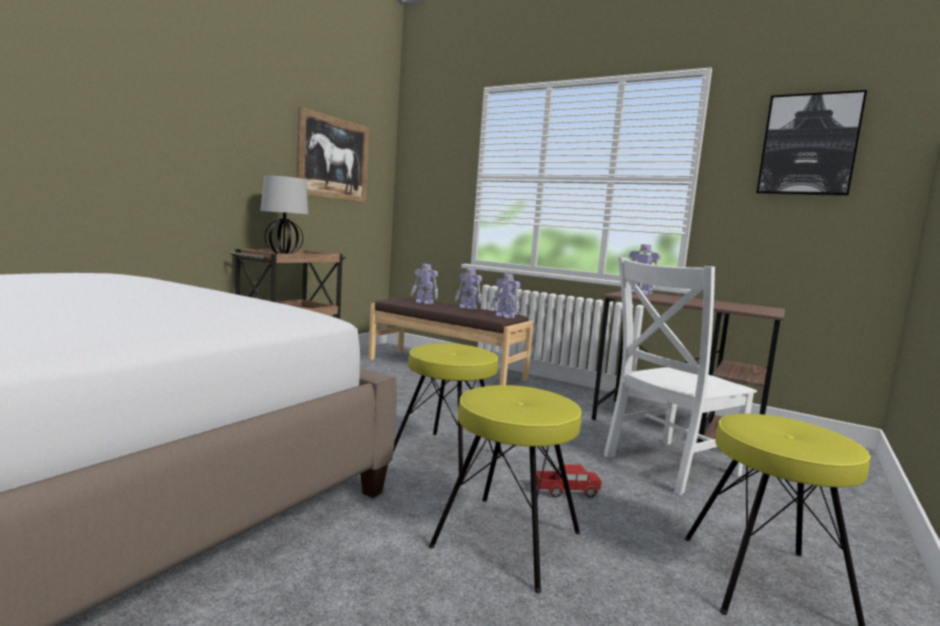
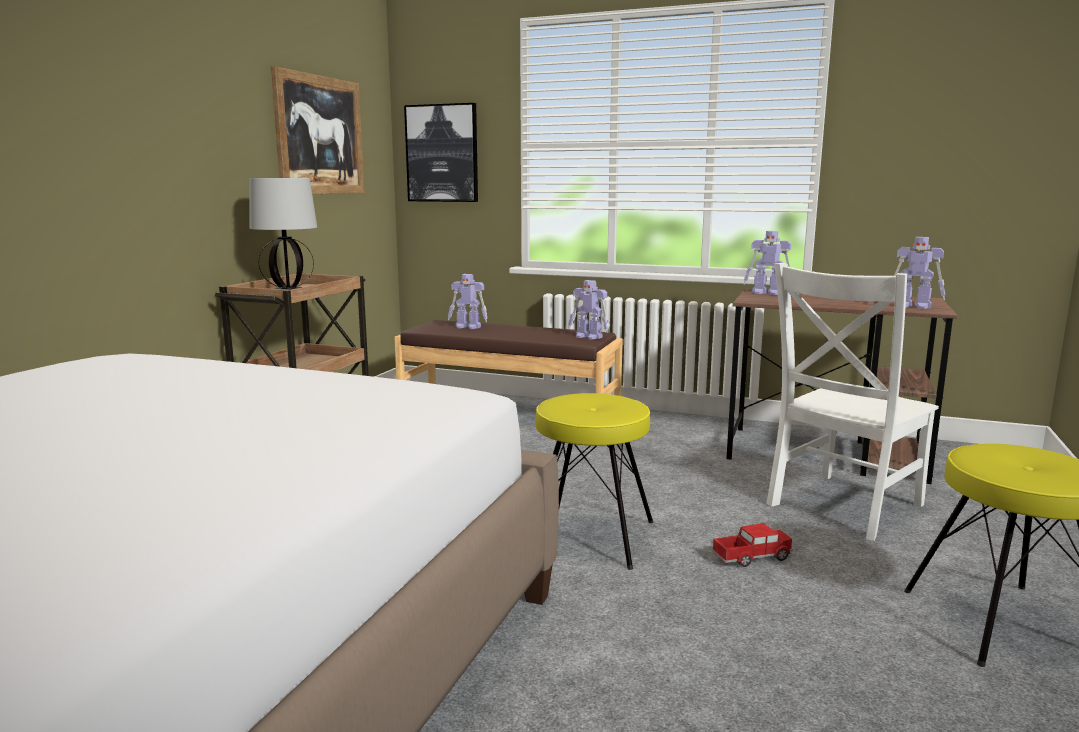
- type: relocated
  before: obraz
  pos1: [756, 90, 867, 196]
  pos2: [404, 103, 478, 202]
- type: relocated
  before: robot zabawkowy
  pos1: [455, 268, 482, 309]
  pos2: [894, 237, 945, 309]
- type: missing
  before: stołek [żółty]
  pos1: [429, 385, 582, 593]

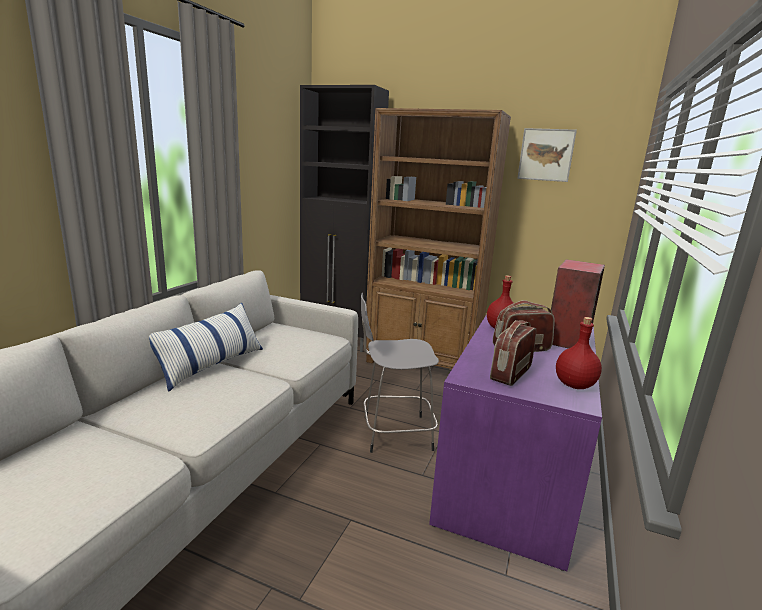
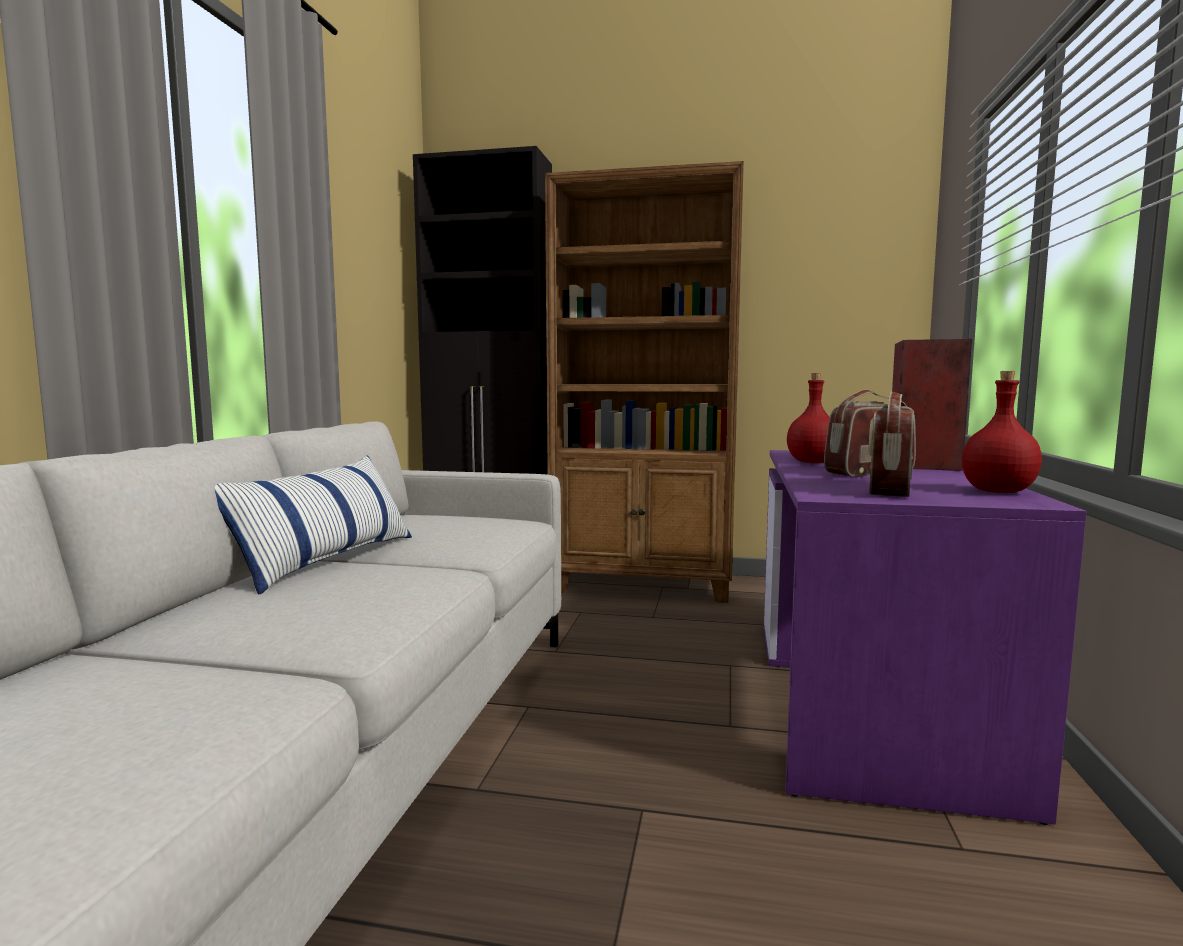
- type: missing
  before: stołek [szary]
  pos1: [361, 293, 439, 453]
- type: missing
  before: obraz
  pos1: [517, 128, 577, 182]

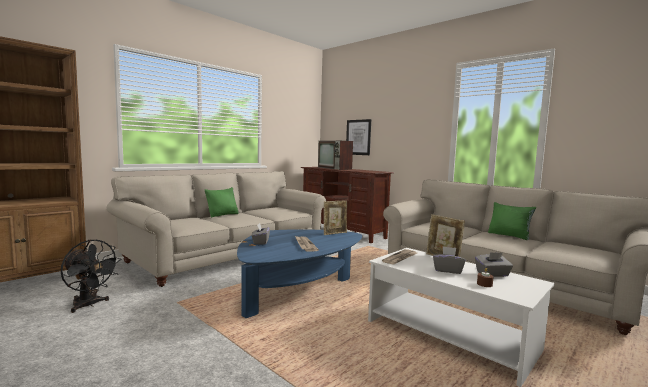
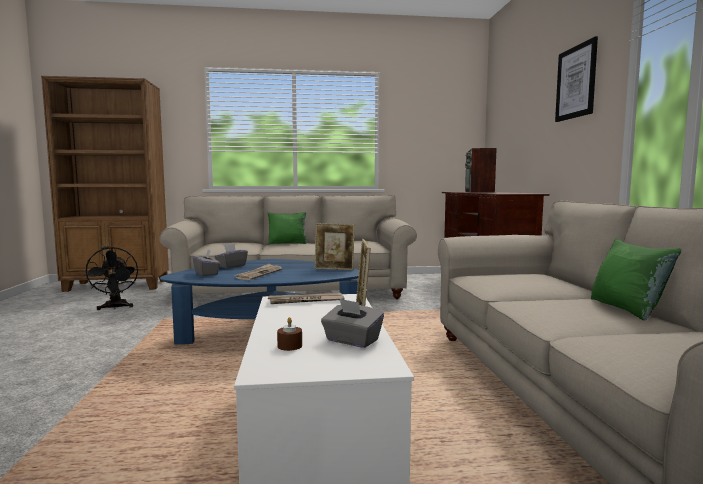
- type: relocated
  before: pudełko chusteczek [szary]
  pos1: [433, 247, 466, 274]
  pos2: [193, 250, 220, 276]
- type: relocated
  before: obraz
  pos1: [346, 119, 371, 155]
  pos2: [555, 36, 598, 122]

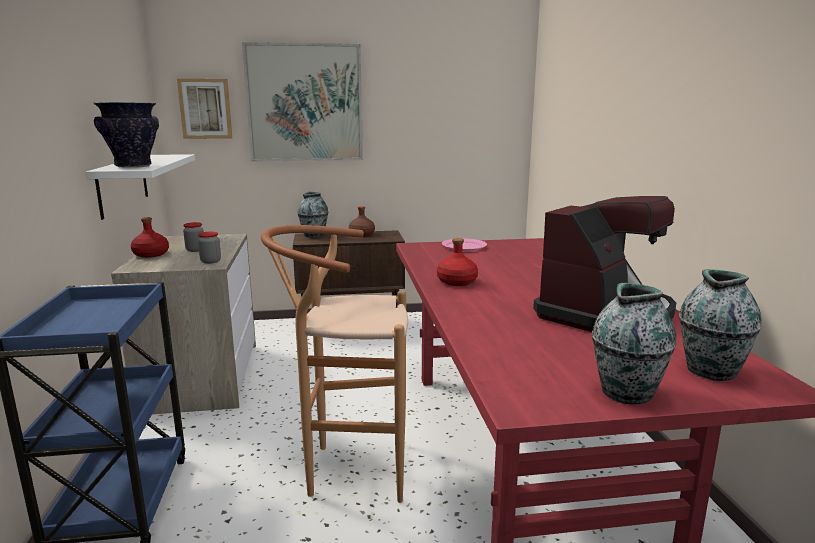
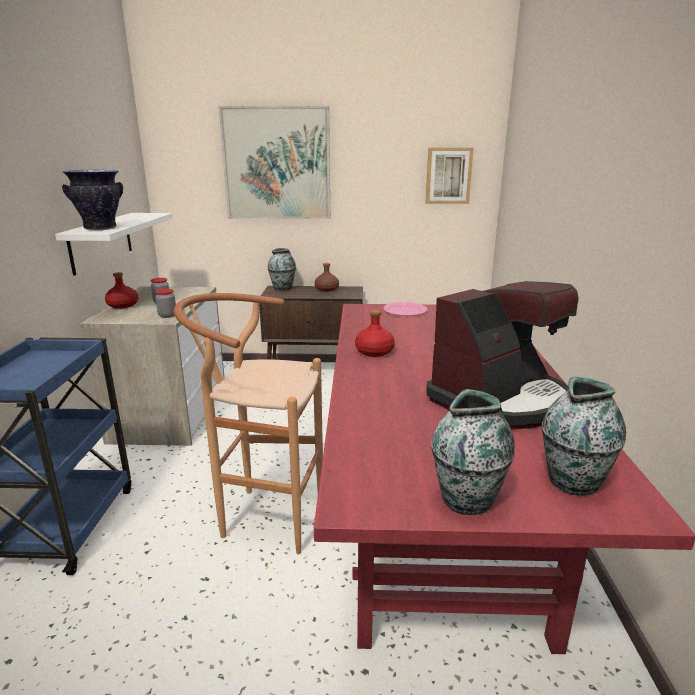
- type: relocated
  before: obraz
  pos1: [177, 78, 232, 139]
  pos2: [426, 148, 474, 204]

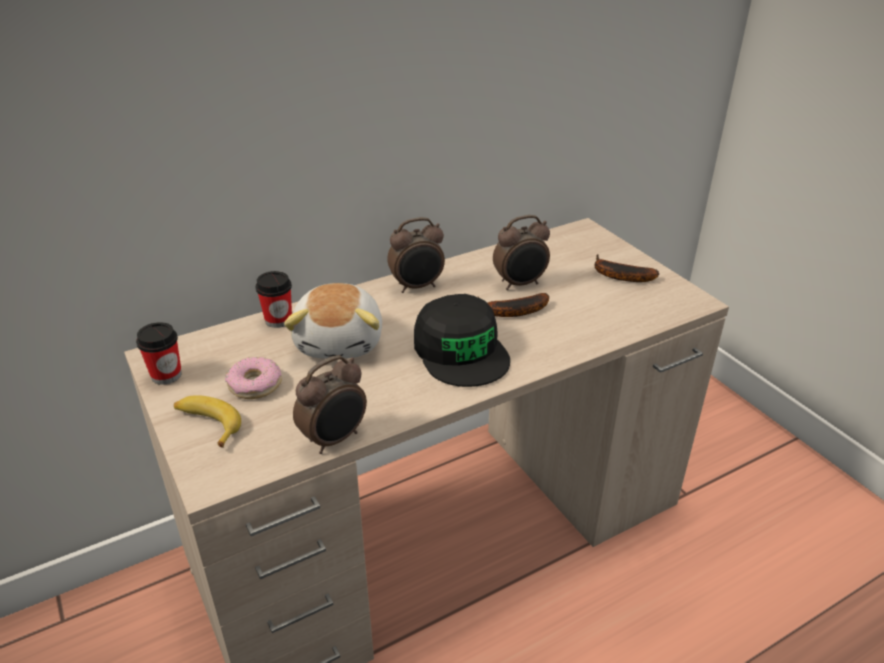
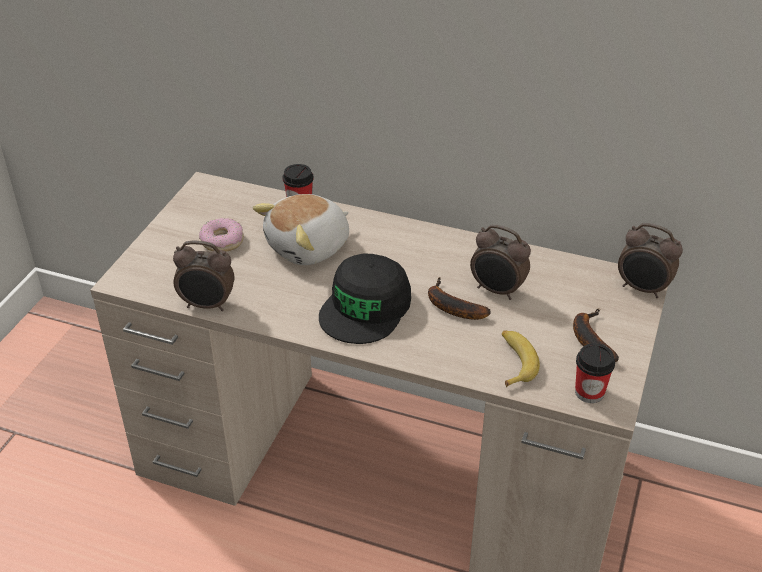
- type: relocated
  before: banan
  pos1: [174, 395, 241, 448]
  pos2: [502, 330, 540, 387]
- type: relocated
  before: filiżanka
  pos1: [136, 322, 182, 385]
  pos2: [575, 343, 615, 403]
- type: relocated
  before: budzik
  pos1: [387, 217, 445, 293]
  pos2: [618, 223, 683, 298]

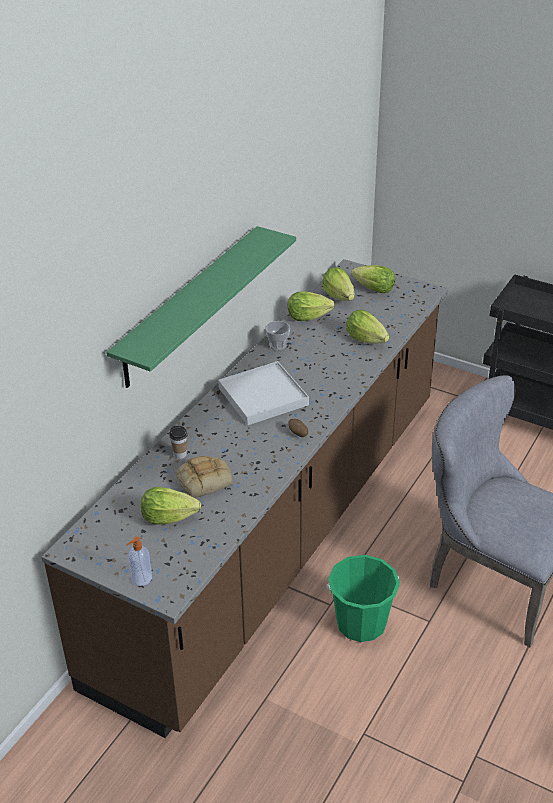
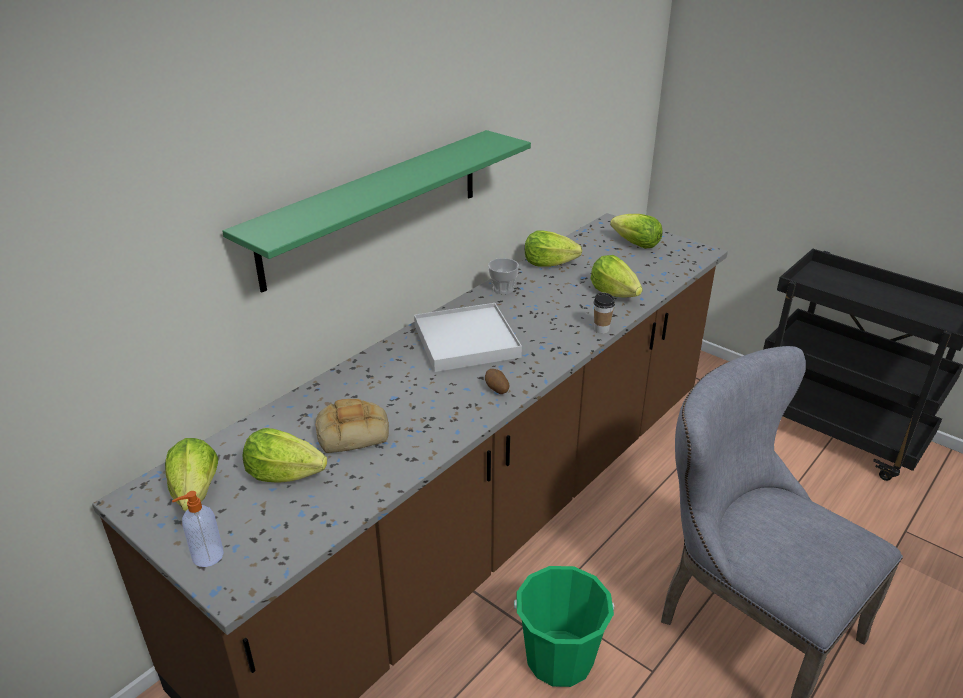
- type: relocated
  before: sałata
  pos1: [322, 267, 355, 301]
  pos2: [165, 438, 218, 511]
- type: relocated
  before: filiżanka
  pos1: [169, 425, 187, 459]
  pos2: [593, 293, 615, 334]

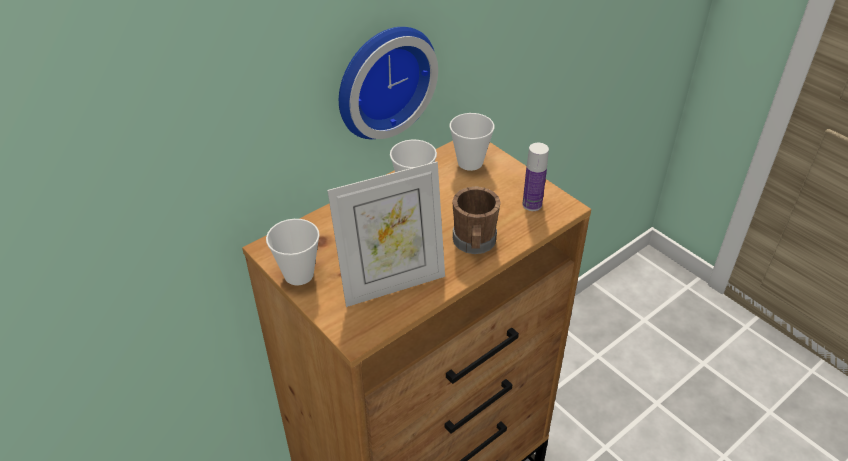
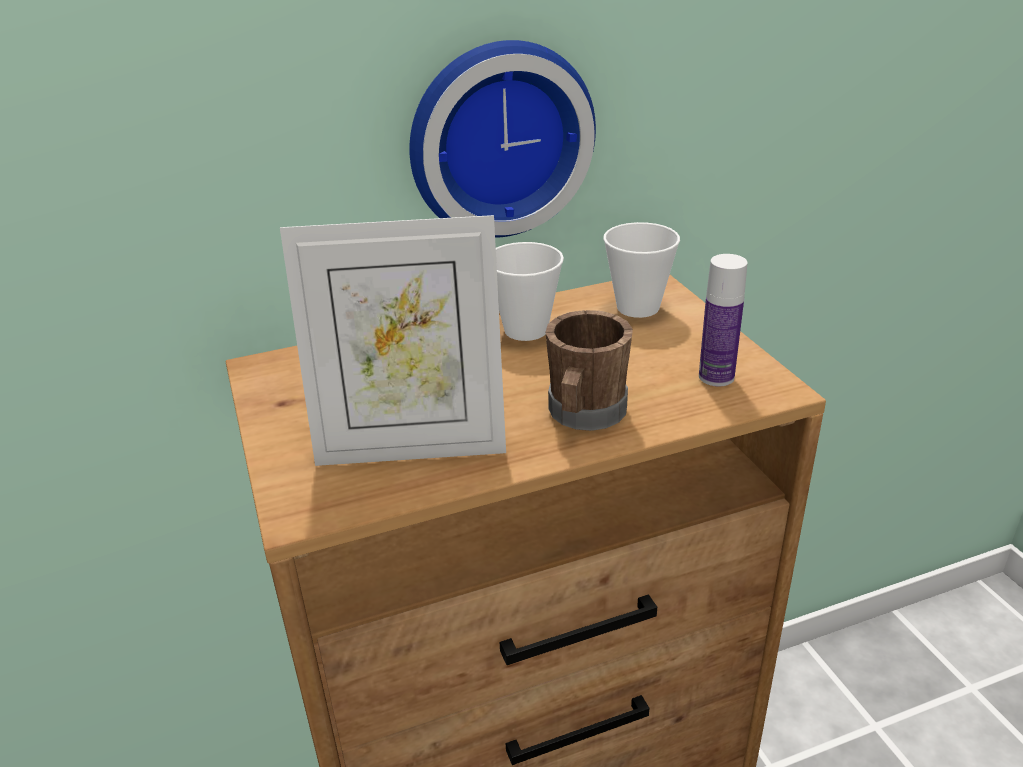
- type: missing
  before: filiżanka
  pos1: [266, 219, 320, 285]

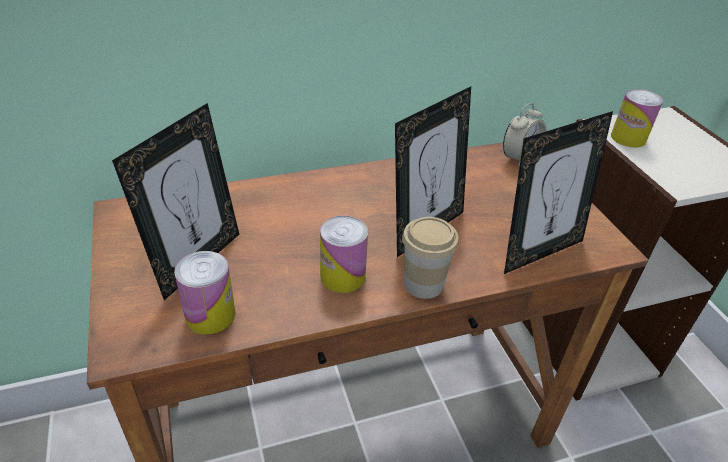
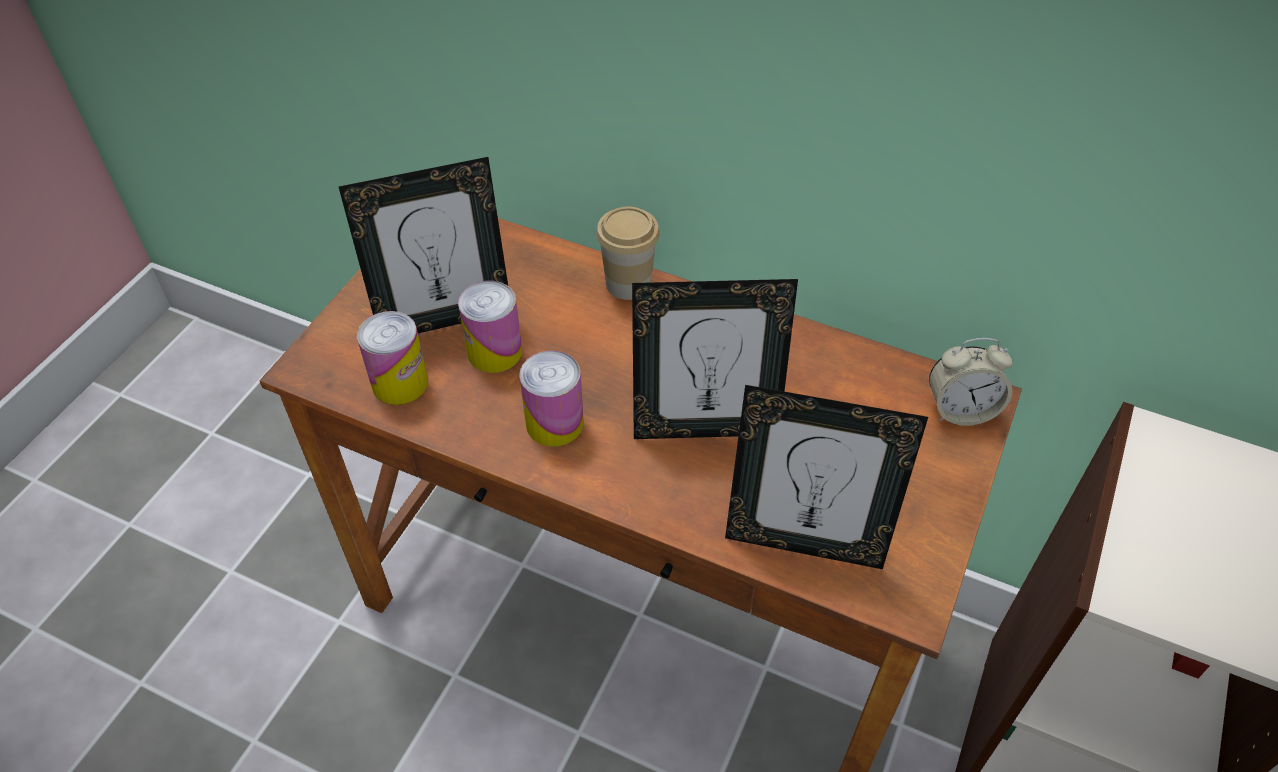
- type: relocated
  before: puszka
  pos1: [611, 89, 663, 148]
  pos2: [458, 281, 522, 373]
- type: relocated
  before: filiżanka
  pos1: [402, 217, 459, 299]
  pos2: [596, 207, 660, 300]

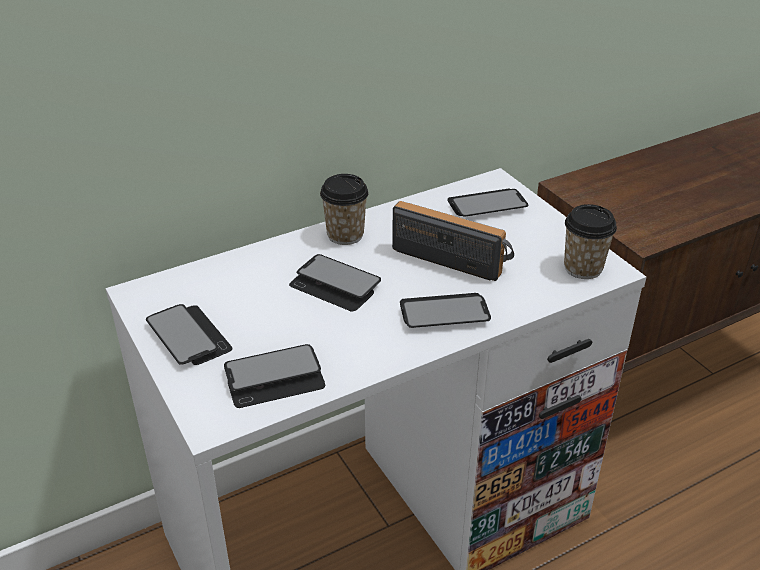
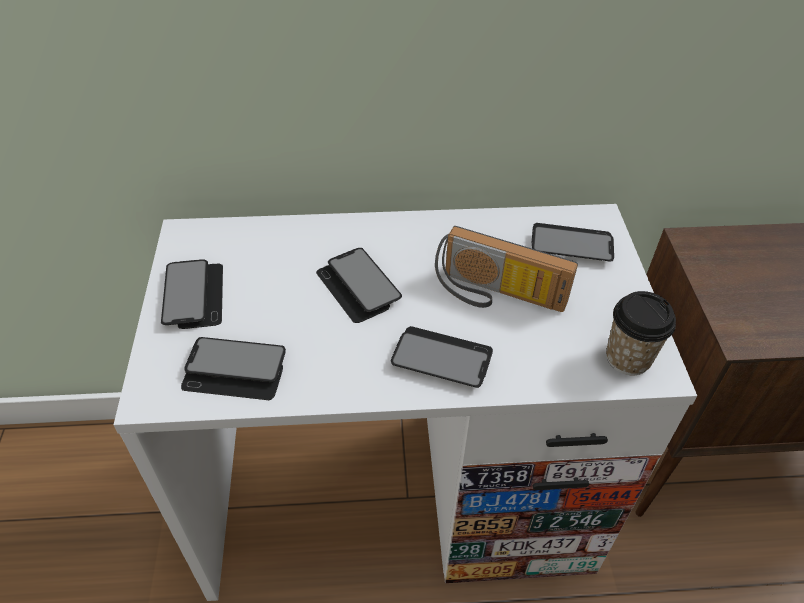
- type: spun
  before: radio
  pos1: [392, 201, 514, 281]
  pos2: [435, 226, 578, 312]
  turn: 150
- type: missing
  before: filiżanka
  pos1: [320, 174, 369, 245]

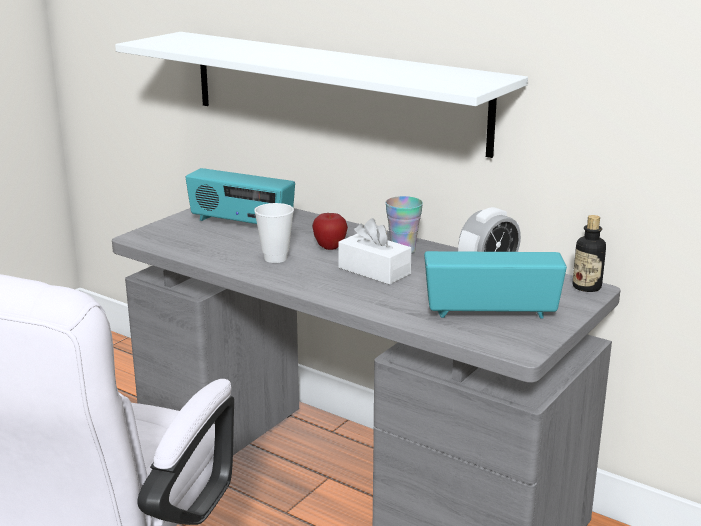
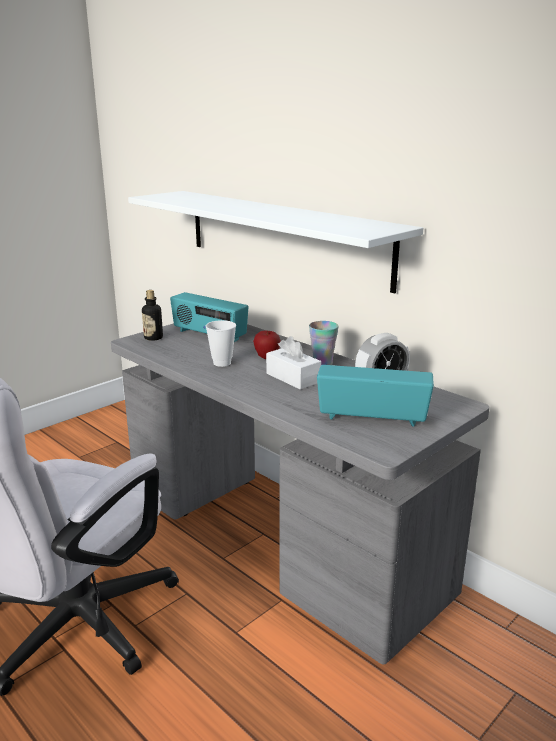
- type: relocated
  before: butelka
  pos1: [573, 215, 606, 292]
  pos2: [142, 290, 163, 341]

